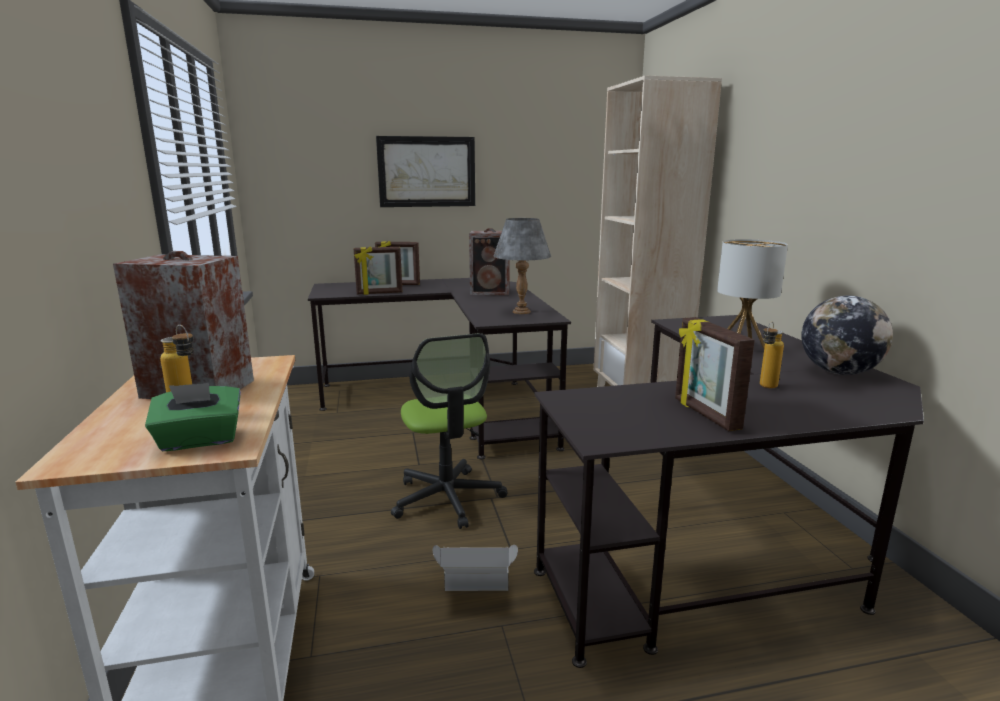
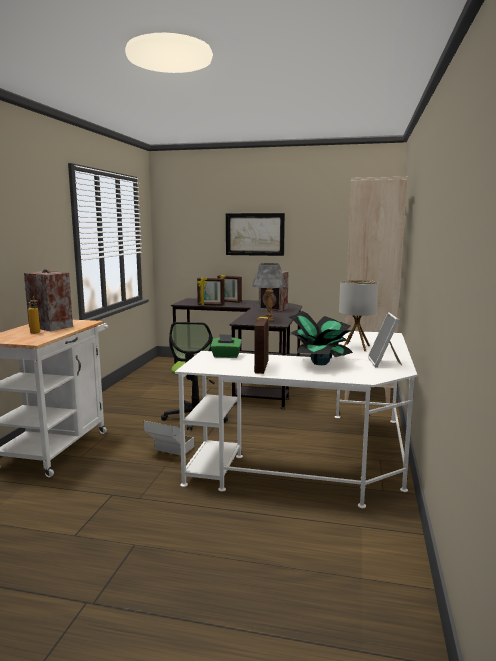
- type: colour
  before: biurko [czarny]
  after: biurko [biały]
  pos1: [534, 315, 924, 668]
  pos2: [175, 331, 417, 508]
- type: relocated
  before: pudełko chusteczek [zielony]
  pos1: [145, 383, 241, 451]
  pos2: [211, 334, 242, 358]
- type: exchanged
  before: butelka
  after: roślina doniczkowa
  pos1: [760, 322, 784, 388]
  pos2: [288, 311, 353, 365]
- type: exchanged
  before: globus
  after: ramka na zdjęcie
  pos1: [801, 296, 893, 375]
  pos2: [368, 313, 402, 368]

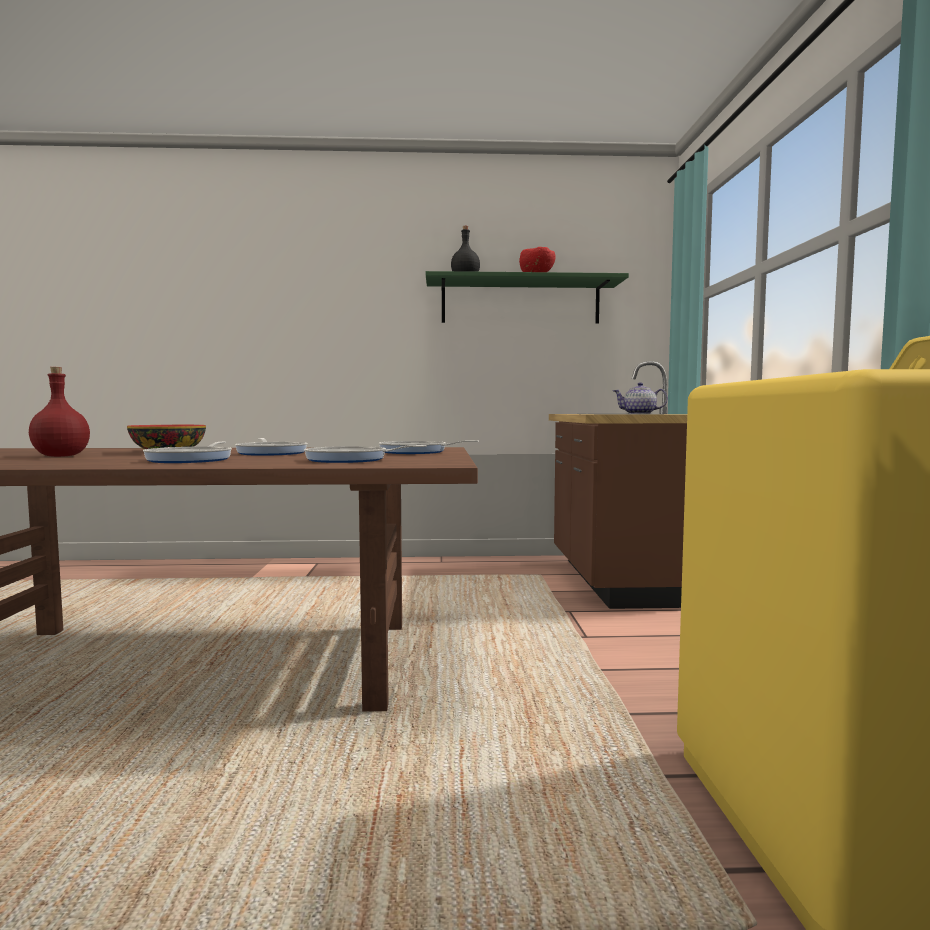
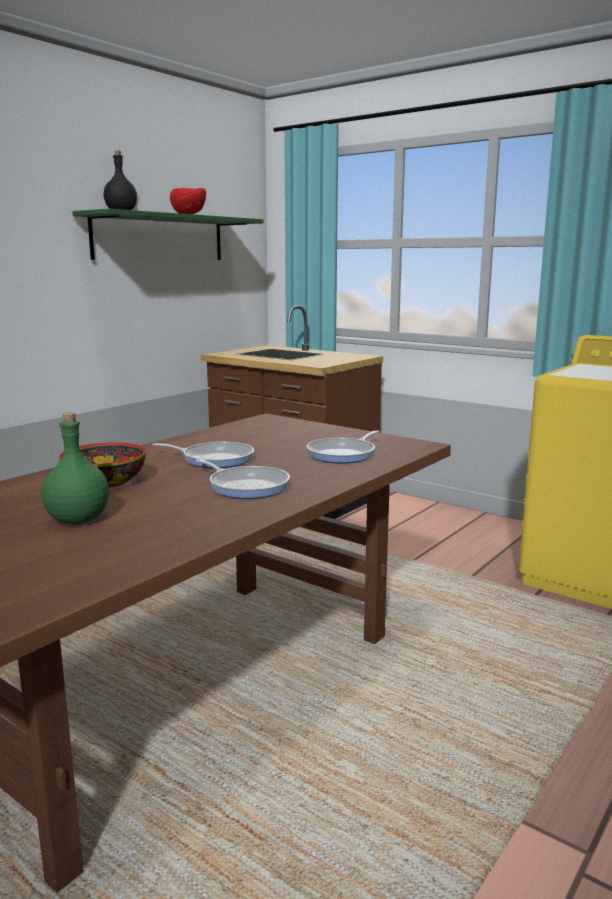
- type: colour
  before: butelka [czerwony]
  after: butelka [zielony]
  pos1: [29, 367, 90, 457]
  pos2: [42, 413, 109, 524]
- type: missing
  before: patelnia
  pos1: [379, 441, 479, 454]
- type: missing
  before: imbryk
  pos1: [613, 382, 668, 414]

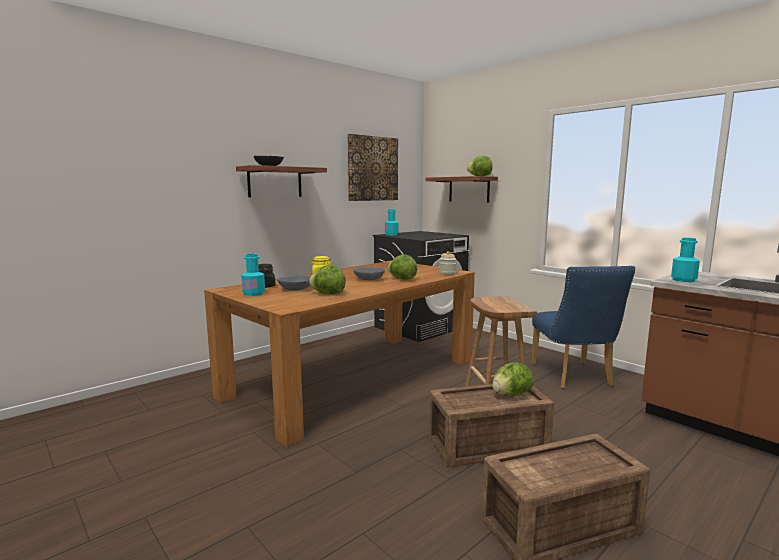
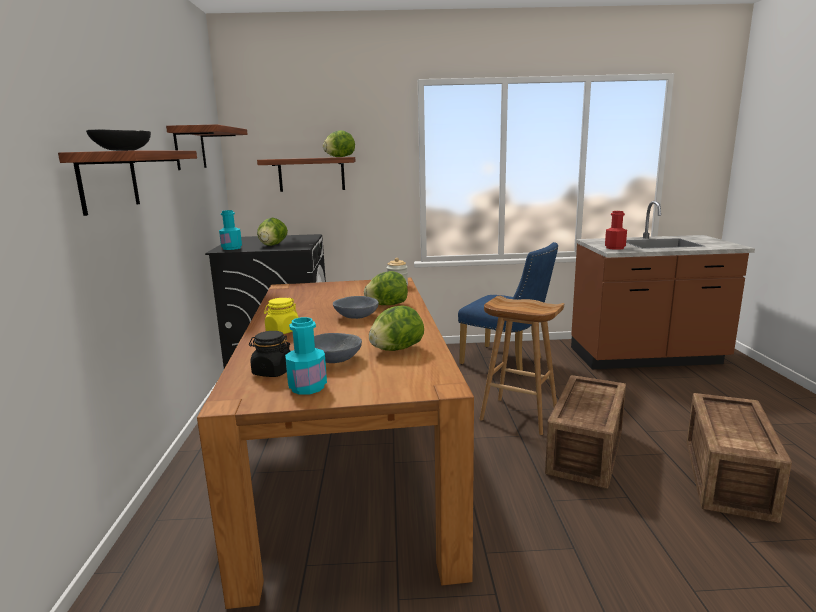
- type: exchanged
  before: obraz
  after: półka
  pos1: [347, 134, 398, 201]
  pos2: [166, 124, 248, 170]
- type: relocated
  before: sałata
  pos1: [492, 362, 534, 397]
  pos2: [257, 218, 288, 246]
- type: colour
  before: butelka [turkusowy]
  after: butelka [czerwony]
  pos1: [671, 238, 700, 282]
  pos2: [605, 211, 627, 250]

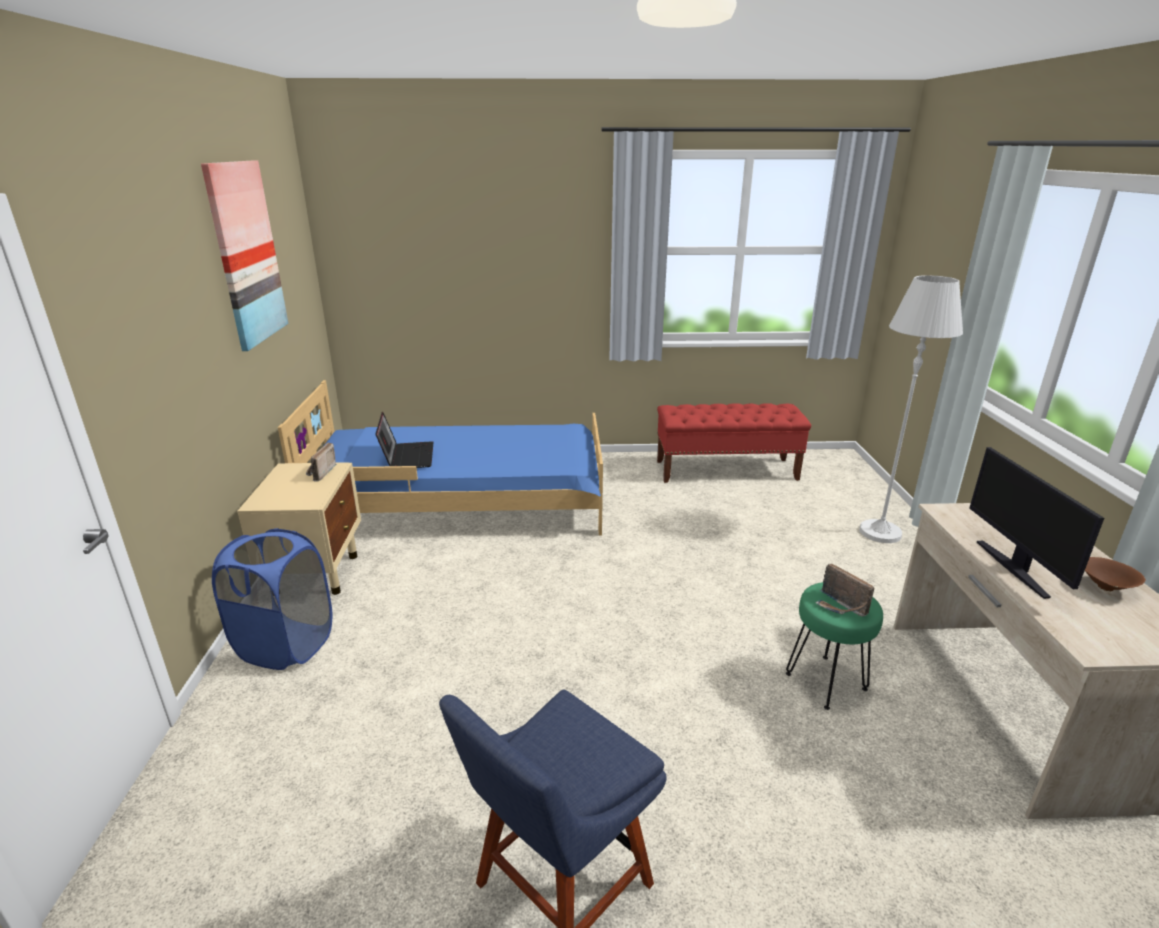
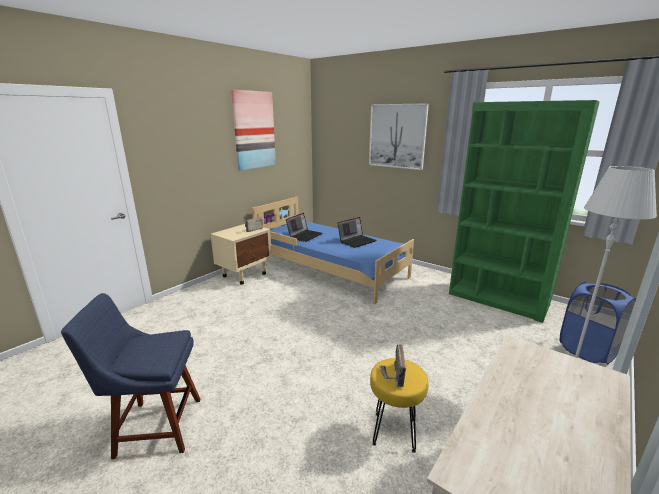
- type: appeared
  after: laptop
  pos2: [337, 217, 376, 248]
- type: appeared
  after: obraz
  pos2: [369, 103, 429, 170]
- type: colour
  before: stołek [zielony]
  after: stołek [żółty]
  pos1: [786, 582, 883, 710]
  pos2: [370, 358, 428, 453]
- type: exchanged
  before: ławka [czerwony]
  after: regał [zielony]
  pos1: [657, 403, 811, 483]
  pos2: [449, 100, 600, 323]
- type: relocated
  before: kosz na pranie [niebieski]
  pos1: [212, 528, 332, 670]
  pos2: [560, 282, 636, 365]
- type: missing
  before: monitor
  pos1: [969, 447, 1104, 599]
- type: missing
  before: miska [brązowy]
  pos1: [1085, 557, 1146, 591]

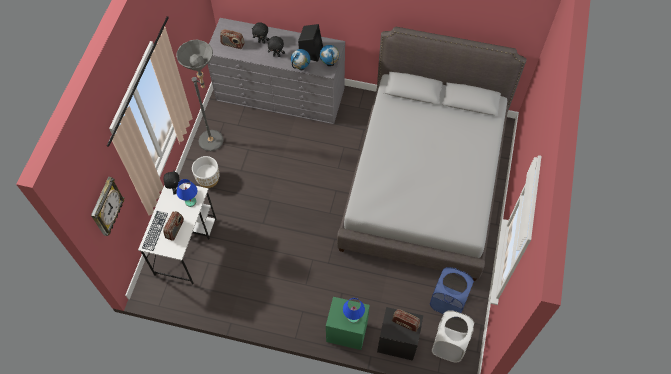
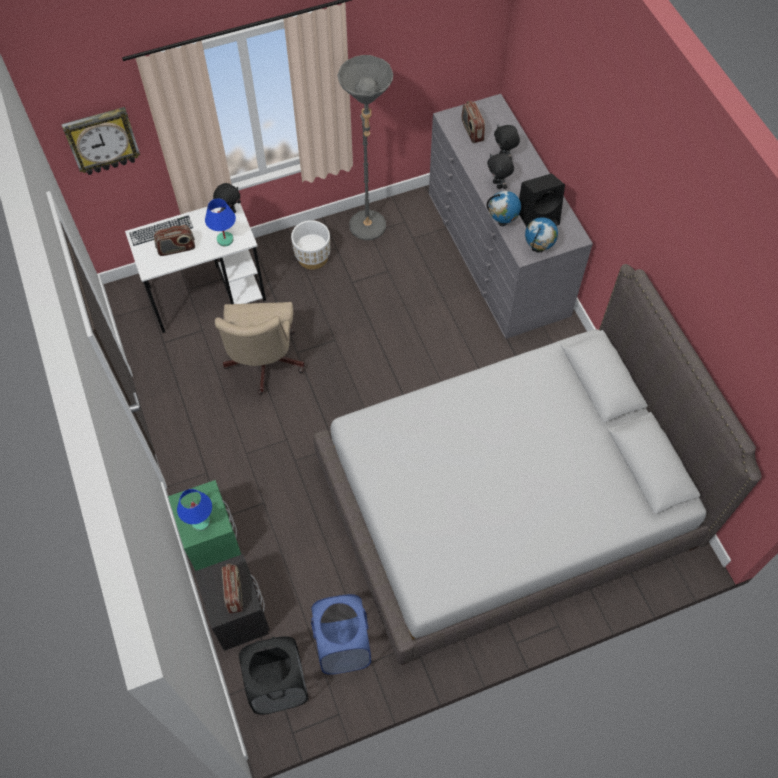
- type: appeared
  after: krzesło biurowe [beżowy]
  pos2: [215, 302, 304, 395]
- type: colour
  before: kosz na pranie [biały]
  after: kosz na pranie [czarny]
  pos1: [432, 310, 474, 363]
  pos2: [239, 636, 309, 715]

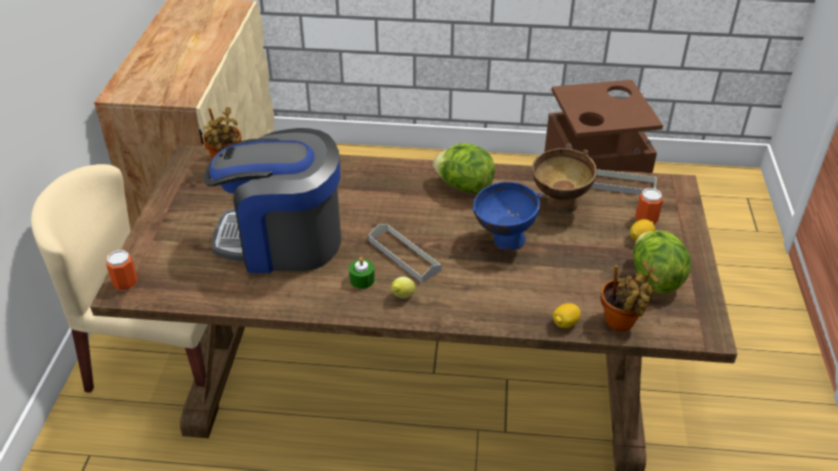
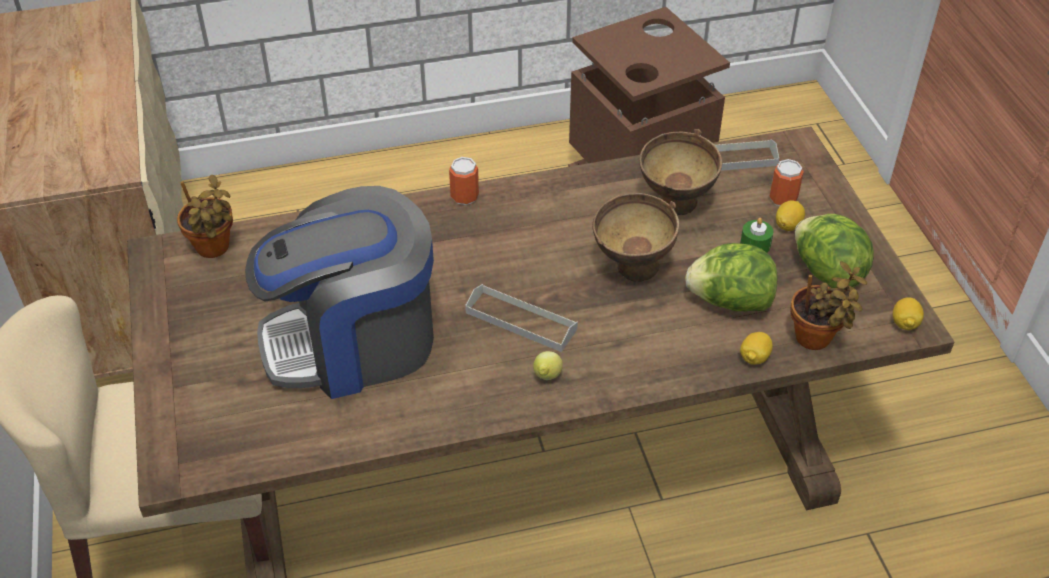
- type: relocated
  before: puszka
  pos1: [106, 250, 137, 291]
  pos2: [449, 157, 479, 205]
- type: colour
  before: miska [niebieski]
  after: miska [brązowy]
  pos1: [472, 182, 541, 251]
  pos2: [593, 193, 679, 282]
- type: relocated
  before: sałata
  pos1: [433, 143, 495, 194]
  pos2: [685, 243, 778, 311]
- type: relocated
  before: świeca [zielony]
  pos1: [349, 257, 375, 289]
  pos2: [740, 218, 773, 253]
- type: appeared
  after: cytryna
  pos2: [893, 297, 924, 330]

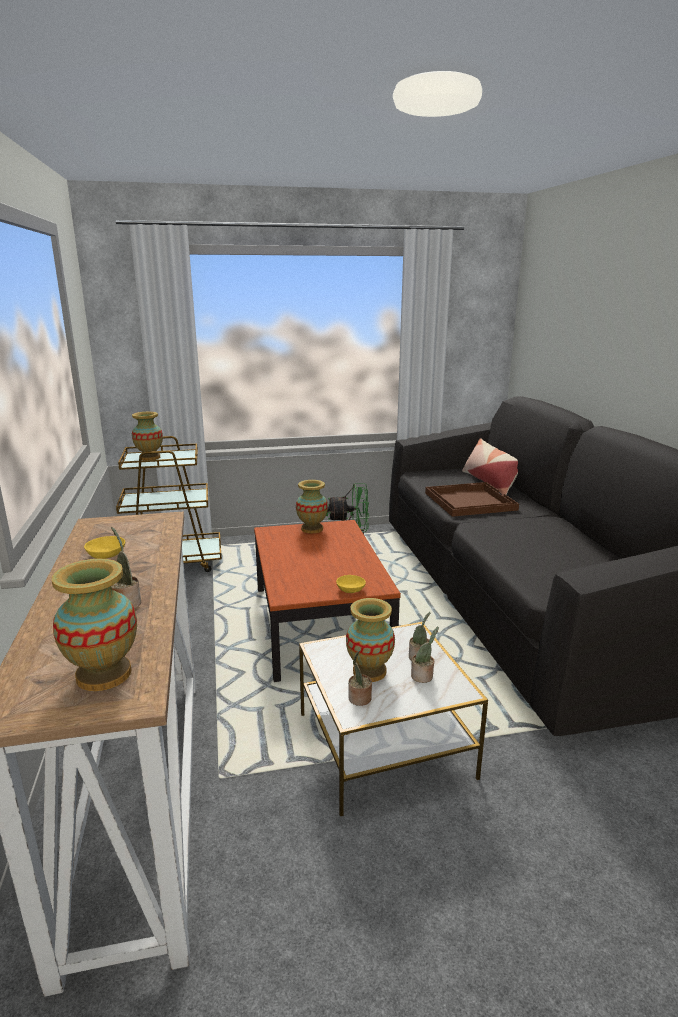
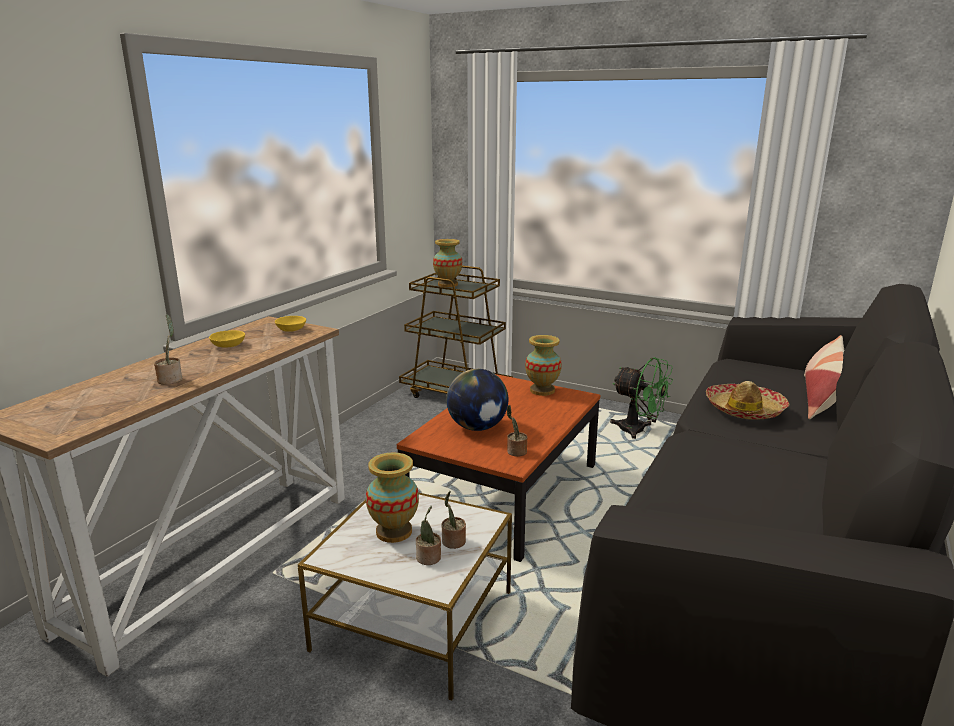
- type: relocated
  before: miska [żółty]
  pos1: [336, 575, 366, 593]
  pos2: [275, 316, 306, 332]
- type: appeared
  after: globus
  pos2: [446, 369, 508, 431]
- type: relocated
  before: roślina doniczkowa
  pos1: [348, 651, 372, 706]
  pos2: [507, 405, 527, 457]
- type: exchanged
  before: taca [brązowy]
  after: kapelusz
  pos1: [425, 482, 519, 517]
  pos2: [706, 381, 790, 420]
- type: missing
  before: wazon
  pos1: [52, 559, 137, 691]

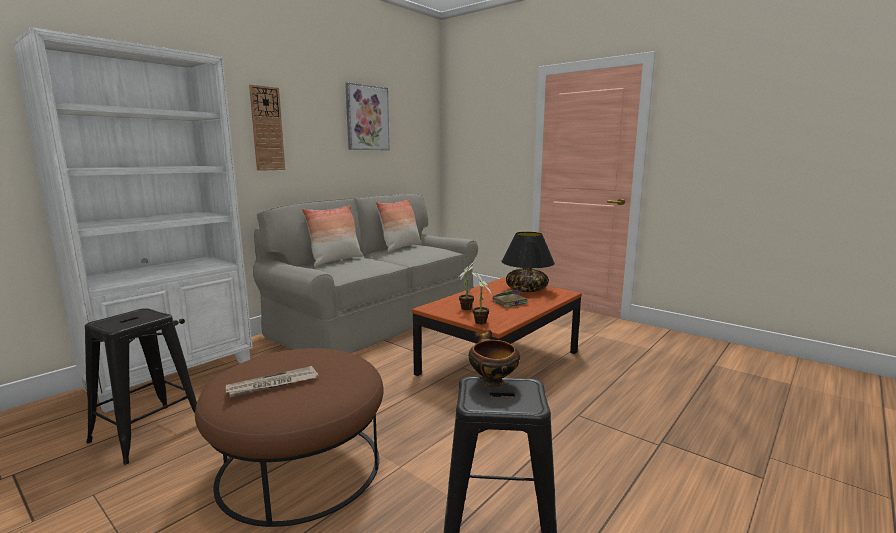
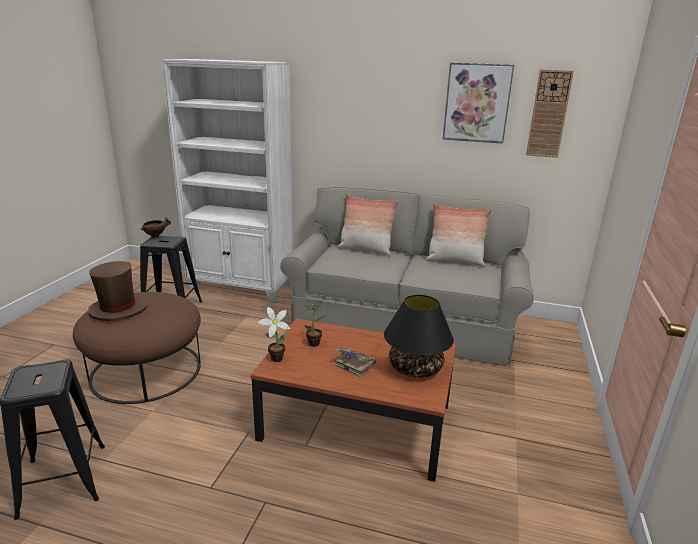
- type: exchanged
  before: gazeta
  after: kapelusz [brązowy]
  pos1: [226, 366, 319, 398]
  pos2: [88, 261, 147, 321]
- type: relocated
  before: miska
  pos1: [469, 330, 520, 387]
  pos2: [140, 217, 171, 239]
- type: relocated
  before: zegar ścienny
  pos1: [249, 84, 285, 171]
  pos2: [526, 70, 574, 158]

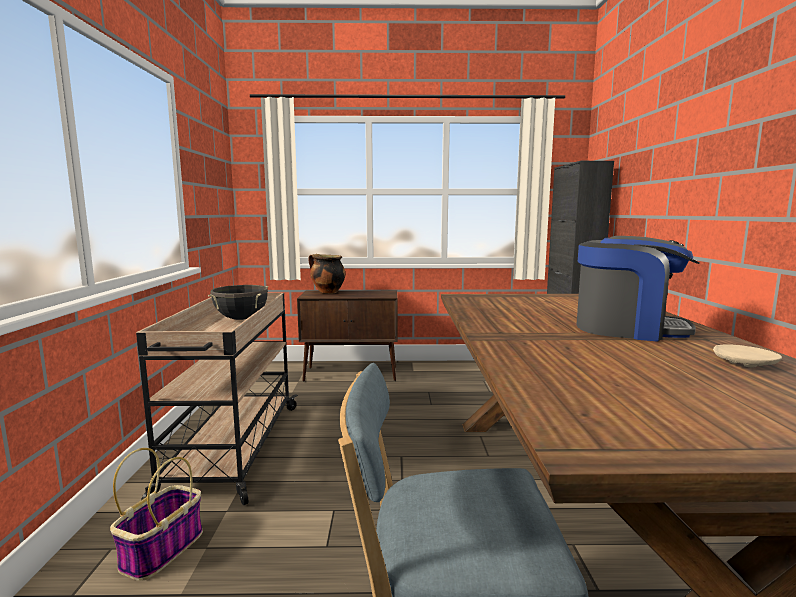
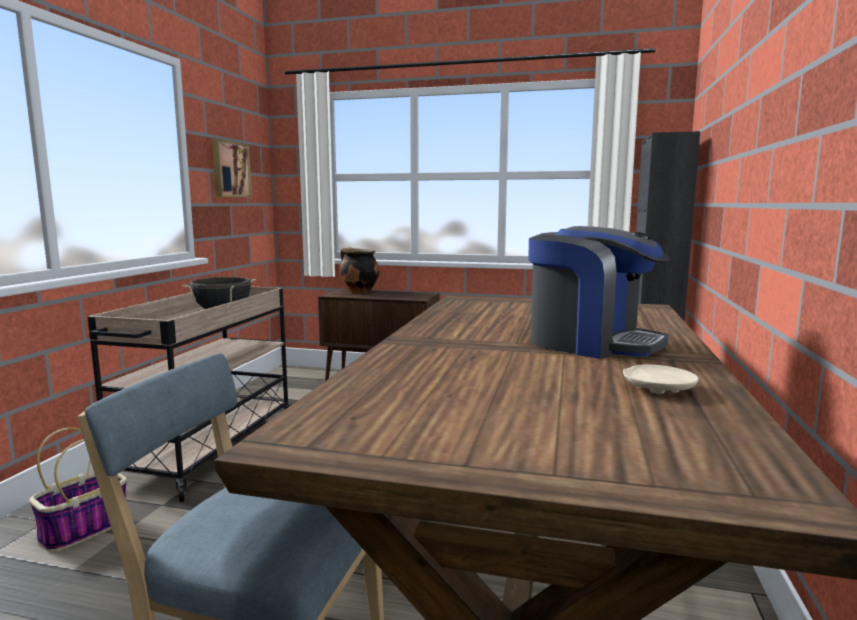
- type: appeared
  after: obraz
  pos2: [212, 139, 252, 197]

